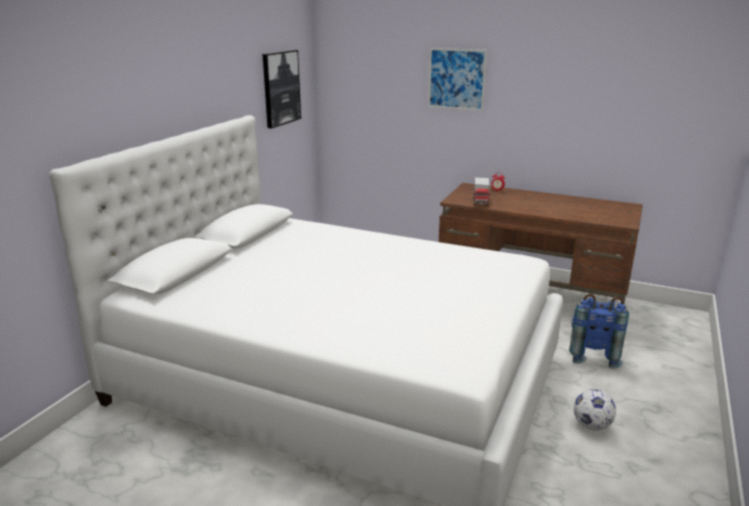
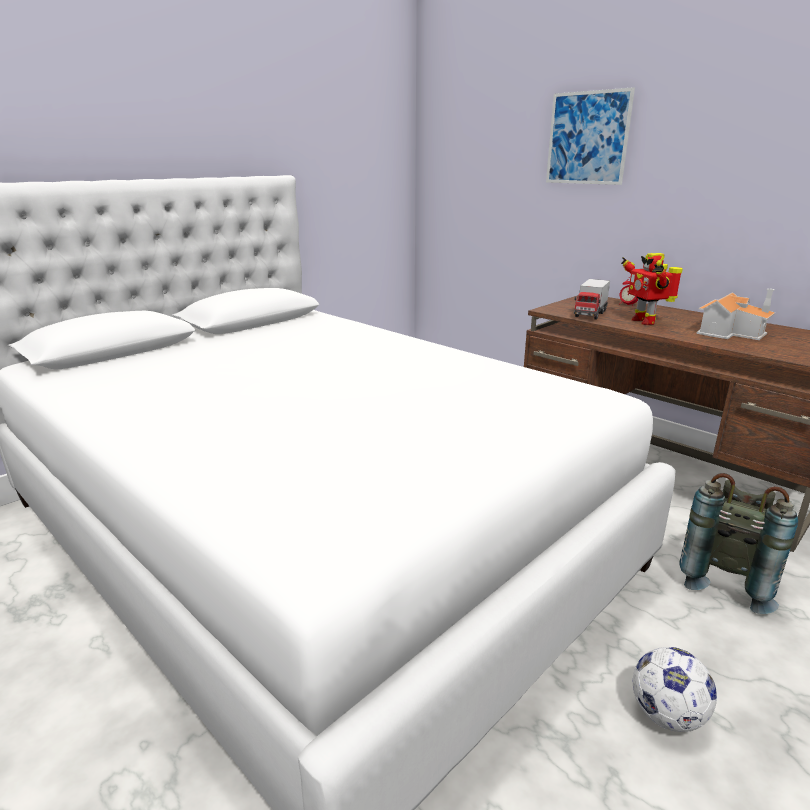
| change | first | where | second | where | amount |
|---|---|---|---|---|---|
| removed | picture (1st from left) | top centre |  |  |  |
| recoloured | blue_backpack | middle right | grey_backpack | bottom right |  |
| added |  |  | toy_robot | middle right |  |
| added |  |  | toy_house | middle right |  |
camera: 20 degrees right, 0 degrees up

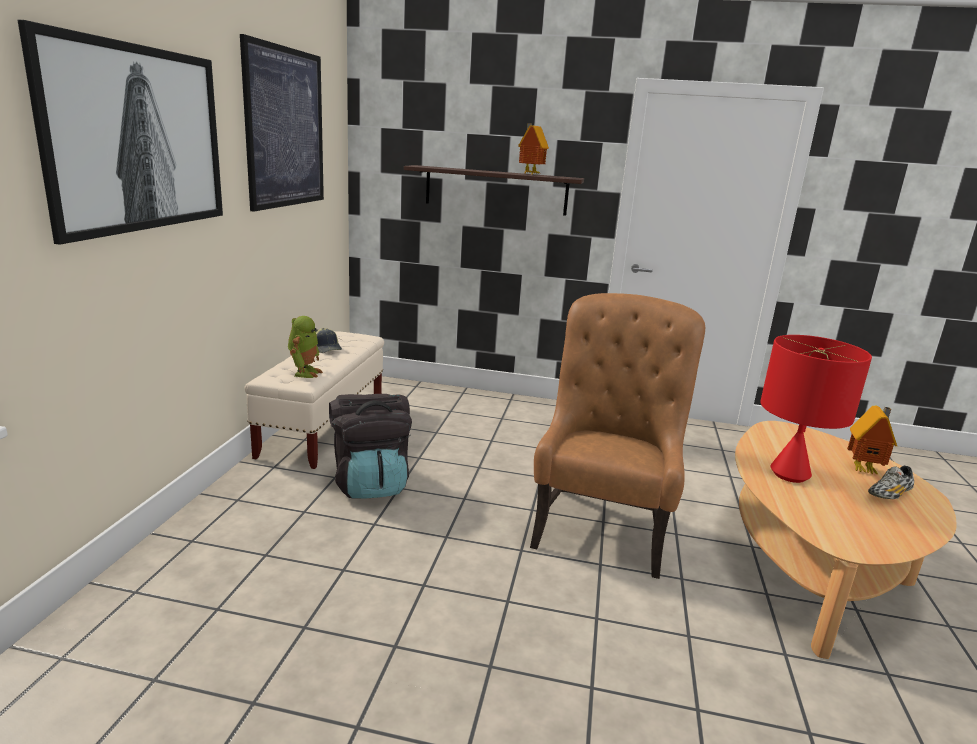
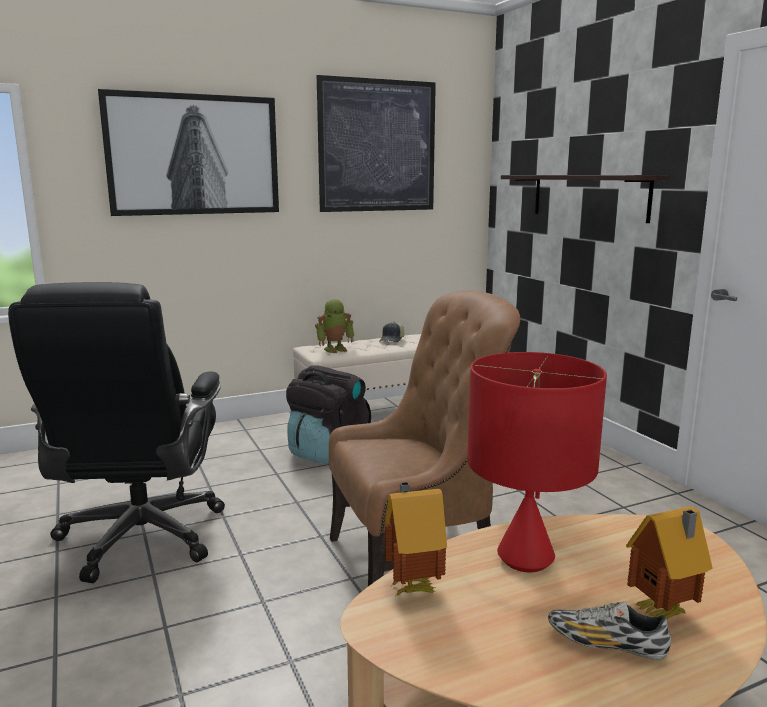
| change | first | where | second | where | amount |
|---|---|---|---|---|---|
| moved | toy_house (1st from left) | top centre |  | bottom centre |  |
| added |  |  | black_office_chair | middle left |  |
camera: 55 degrees right, 5 degrees down

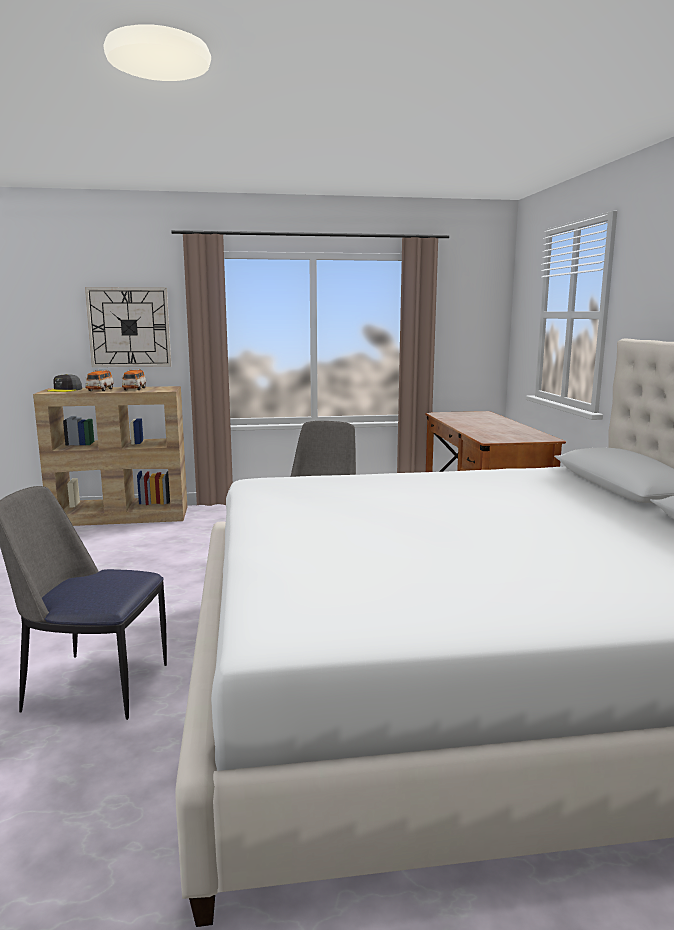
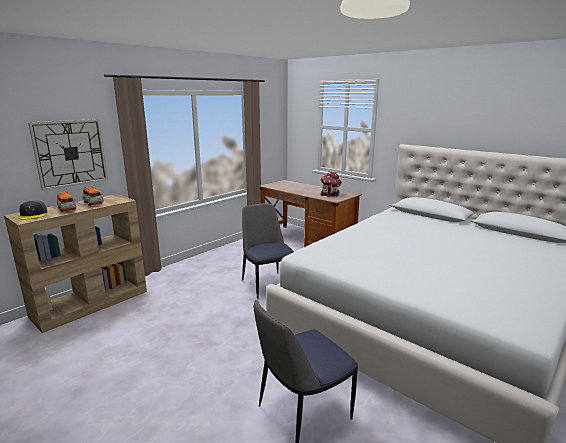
| change | first | where | second | where | amount |
|---|---|---|---|---|---|
| added |  |  | toy_house | centre |  |
camera: 40 degrees left, 5 degrees up

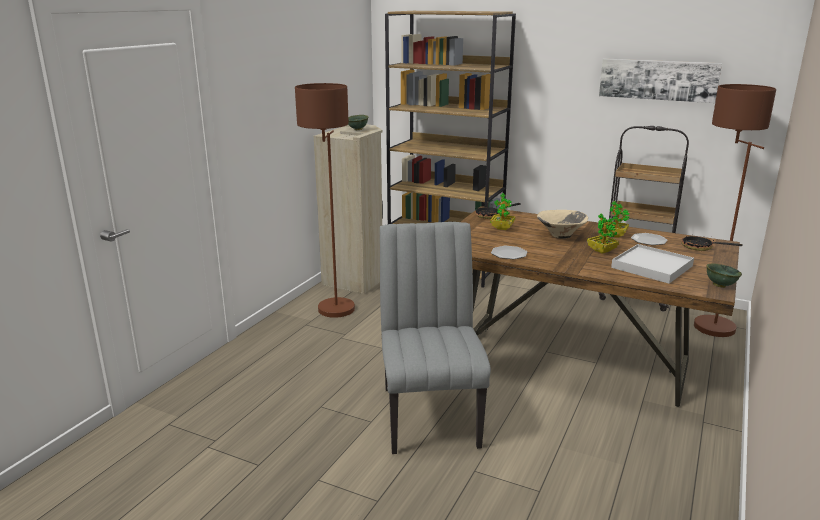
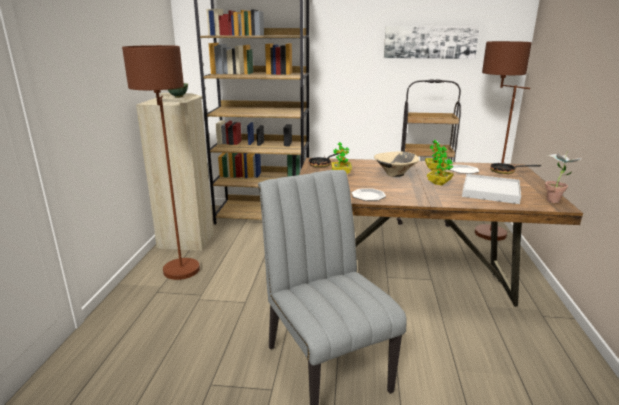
| change | first | where | second | where | amount |
|---|---|---|---|---|---|
| replaced | green_bowl (2nd from left) | middle right | potted_plant (4th from left) | middle right |  |
camera: 20 degrees left, 0 degrees up

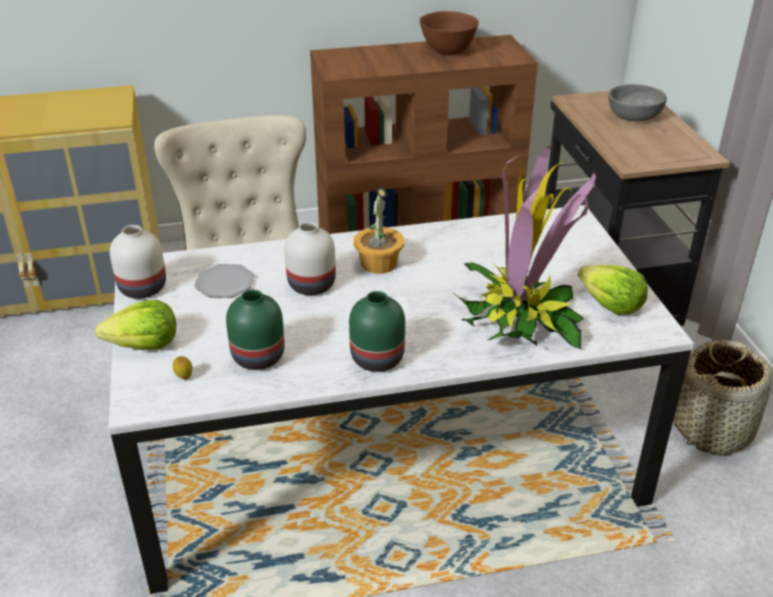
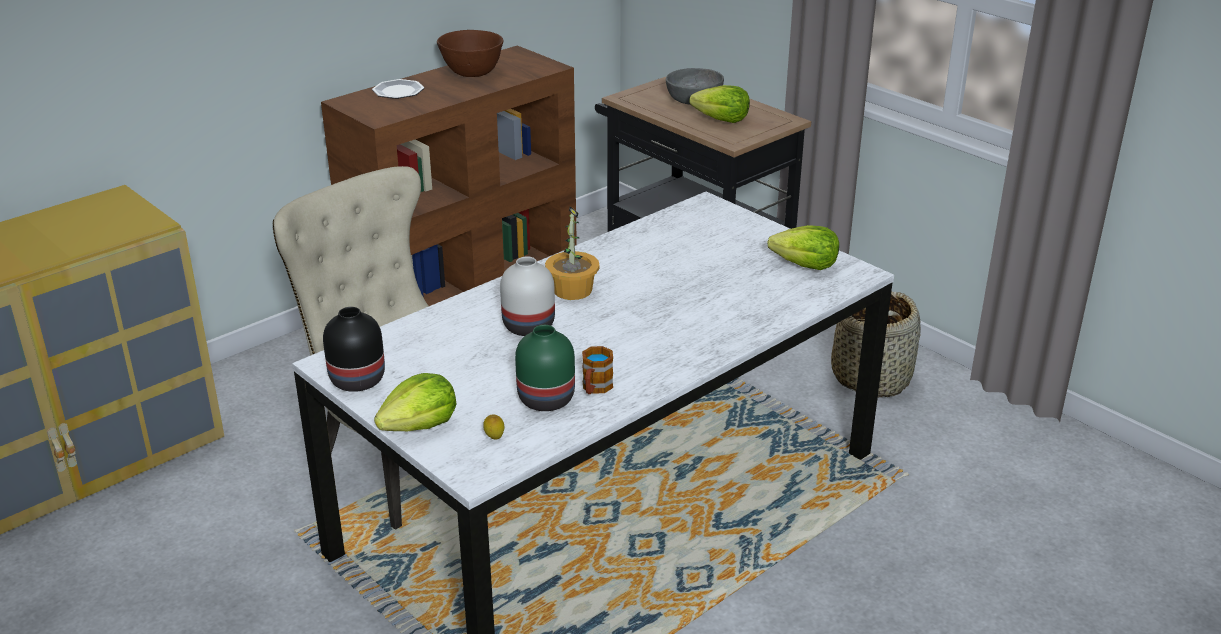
| change | first | where | second | where | amount |
|---|---|---|---|---|---|
| removed | potted_plant (2nd from left) | middle right |  |  |  |
| recoloured | white_vase (1st from left) | middle left | black_vase | middle left |  |
| moved | plate | middle left |  | top left |  |
| removed | green_vase (2nd from left) | centre |  |  |  |
| added |  |  | lettuce (2nd from left) | top centre |  |
| added |  |  | mug | centre |  |
camera: 30 degrees left, 5 degrees down

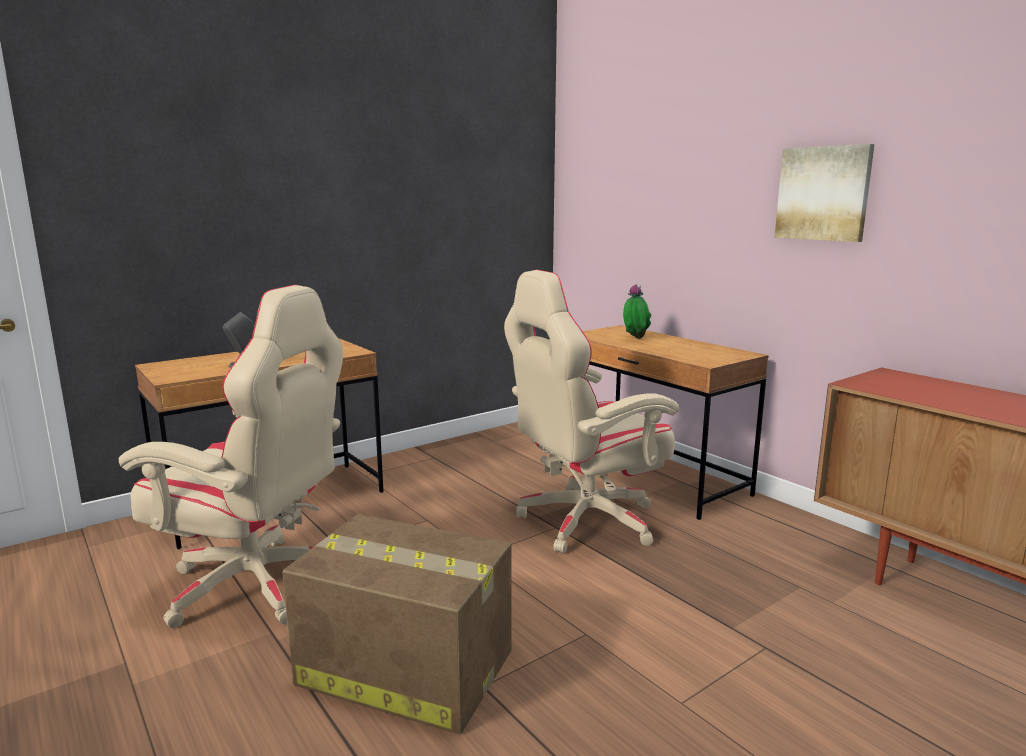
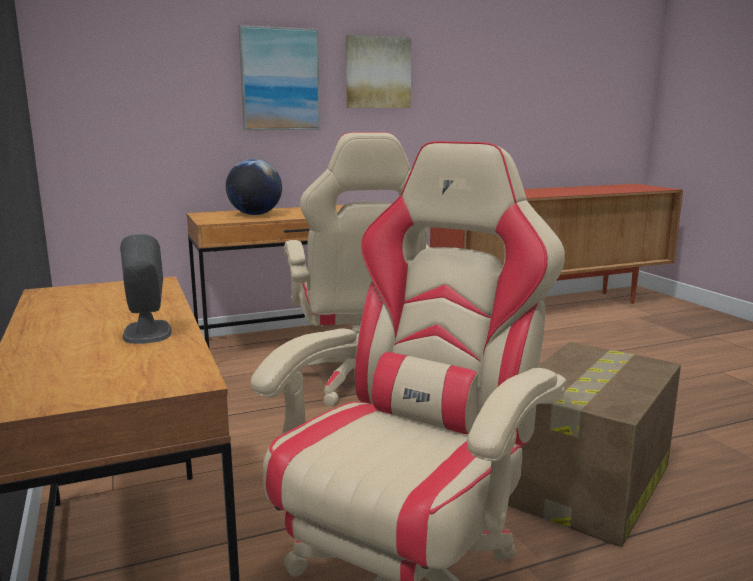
| change | first | where | second | where | amount |
|---|---|---|---|---|---|
| replaced | potted_plant | centre | globe | top centre |  |
| added |  |  | picture (1st from left) | top centre |  |
camera: 75 degrees left, 0 degrees up

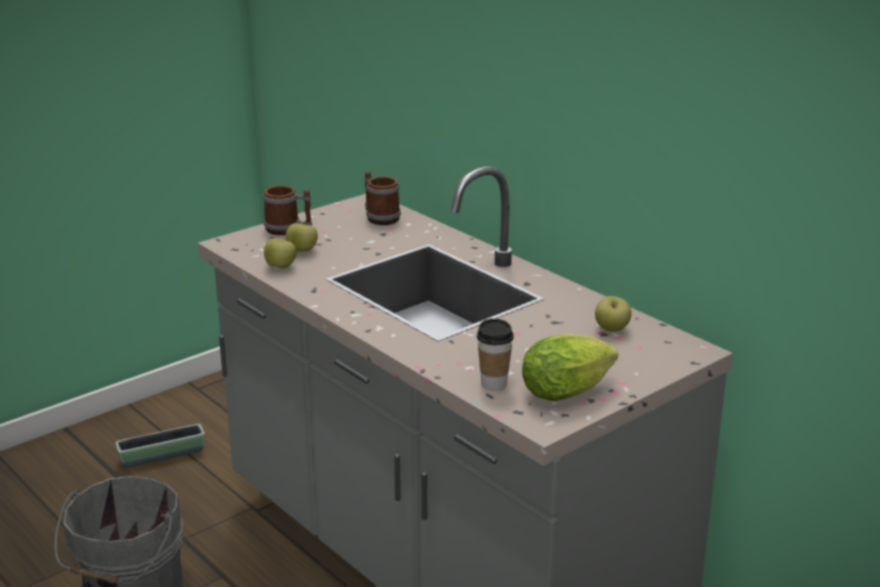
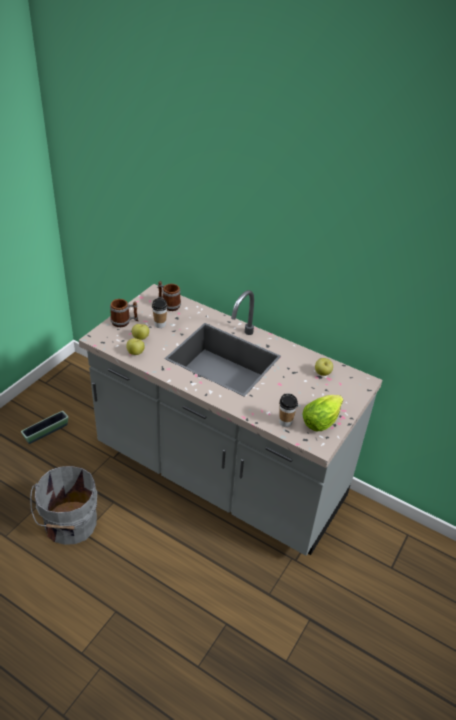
| change | first | where | second | where | amount |
|---|---|---|---|---|---|
| added |  |  | cup (1st from left) | centre |  |
camera: 20 degrees left, 15 degrees up

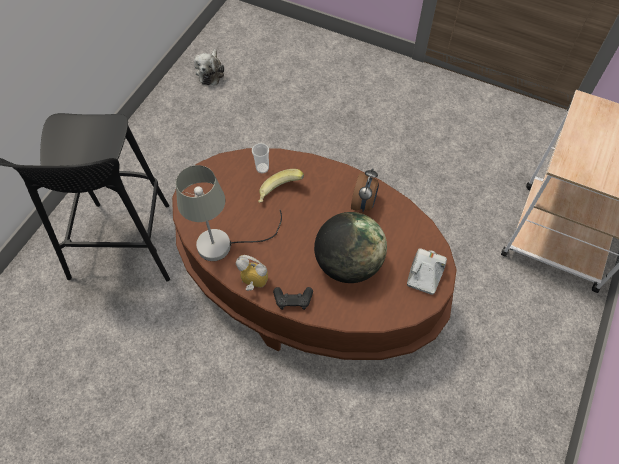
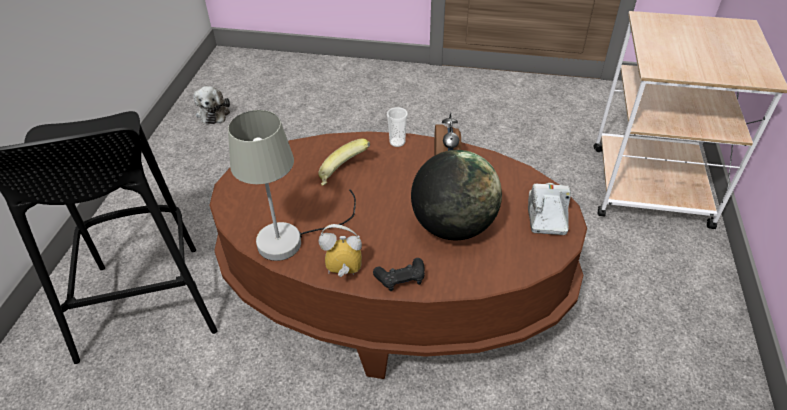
| change | first | where | second | where | amount |
|---|---|---|---|---|---|
| moved | cup | centre |  | top centre |  |
camera: 15 degrees left, 15 degrees down

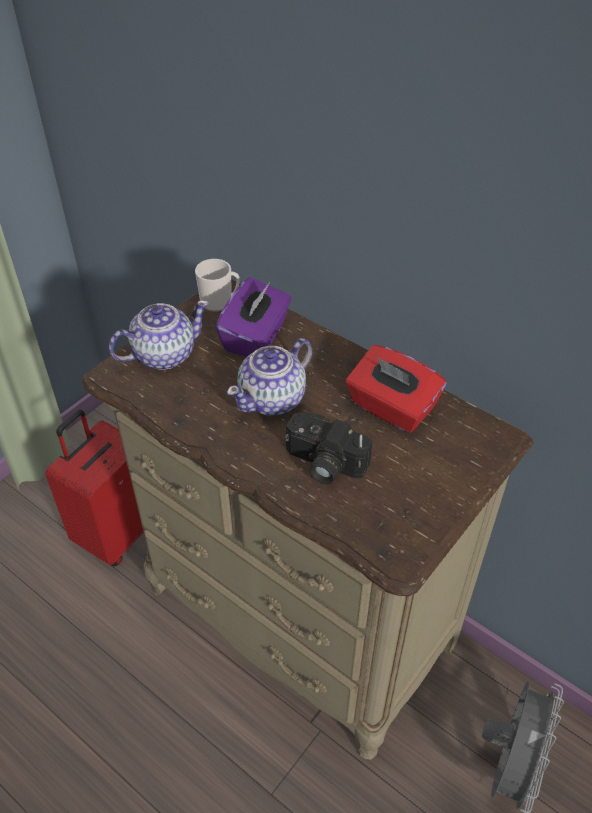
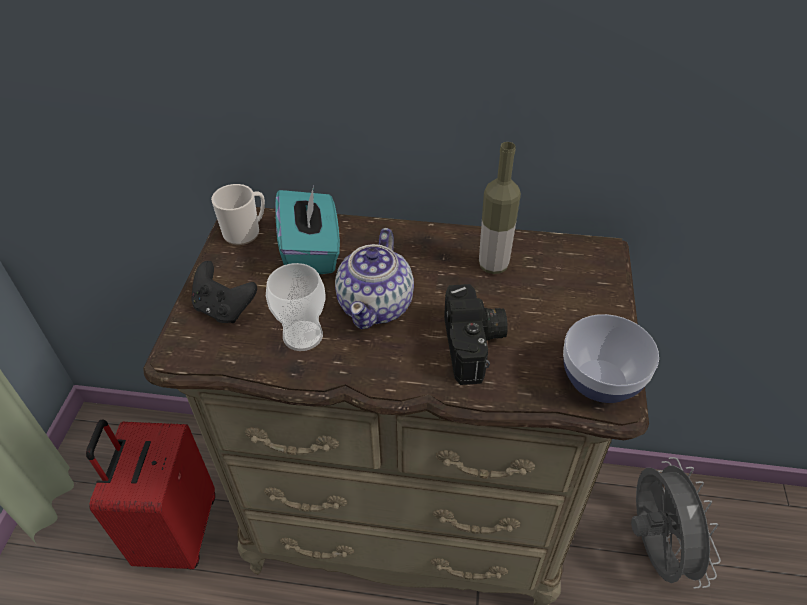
| change | first | where | second | where | amount |
|---|---|---|---|---|---|
| recoloured | purple_tissue_box | centre | turquoise_tissue_box | centre |  |
| replaced | teapot (1st from left) | middle left | black_game_controller | middle left |  |
| replaced | red_tissue_box | middle right | bottle | centre |  |
| turned | photo_camera | centre |  | centre | 90 degrees counterclockwise |
| added |  |  | cup | centre |  |
| added |  |  | bowl | middle right |  |
camera: 30 degrees left, 0 degrees up

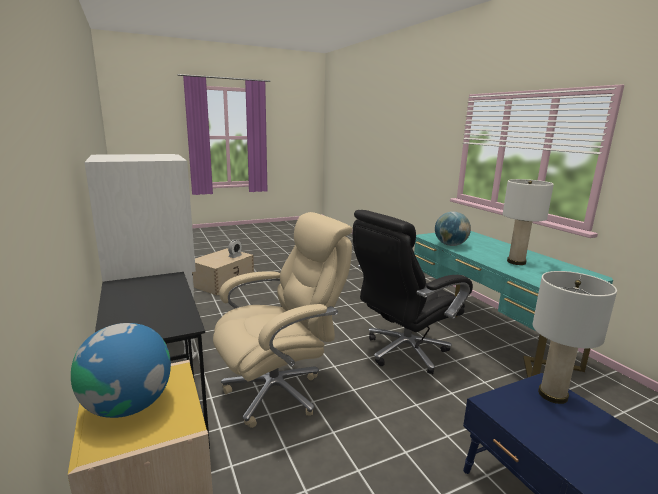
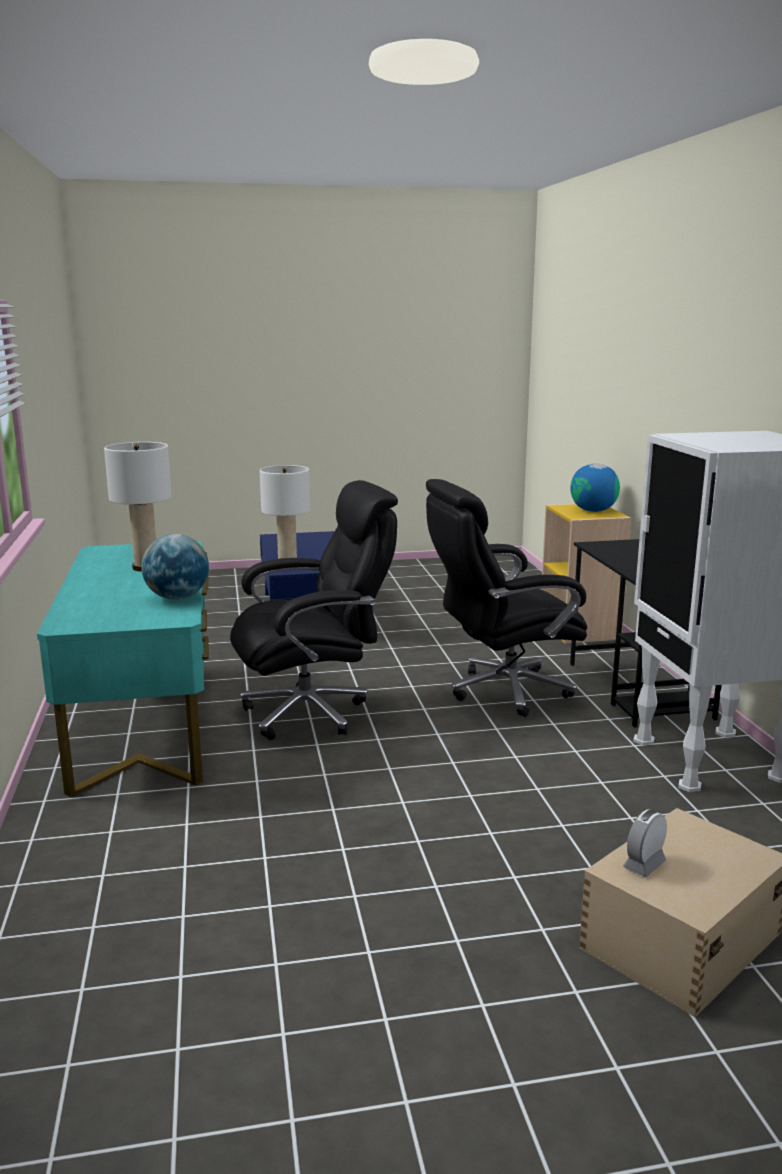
| change | first | where | second | where | amount |
|---|---|---|---|---|---|
| recoloured | beige_office_chair | centre | black_office_chair (2nd from left) | centre |  |
camera: 165 degrees left, 0 degrees up

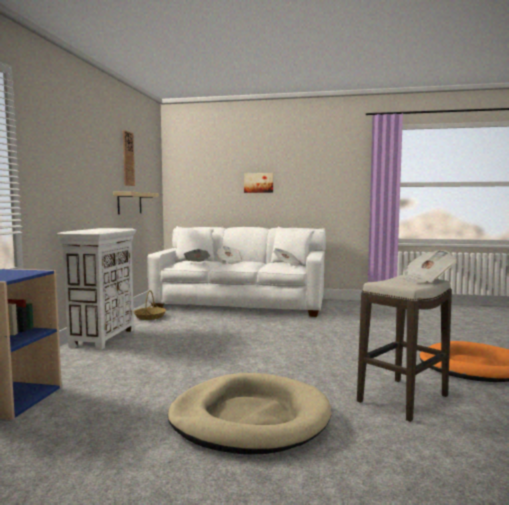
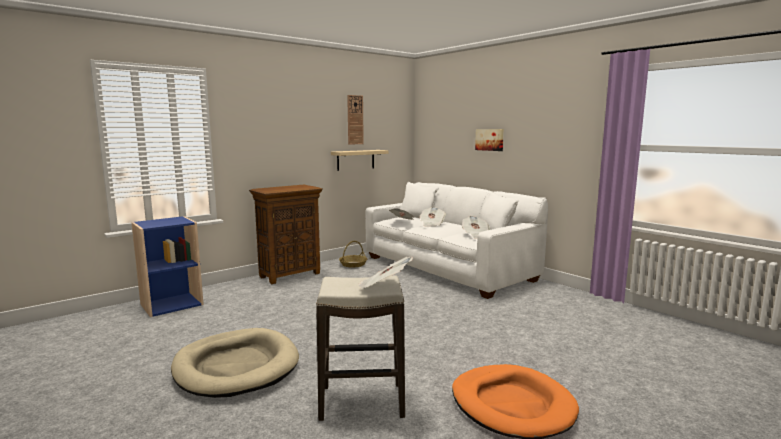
| change | first | where | second | where | amount |
|---|---|---|---|---|---|
| recoloured | white_cabinet | middle left | brown_cabinet | centre |  |
camera: 40 degrees right, 5 degrees up

